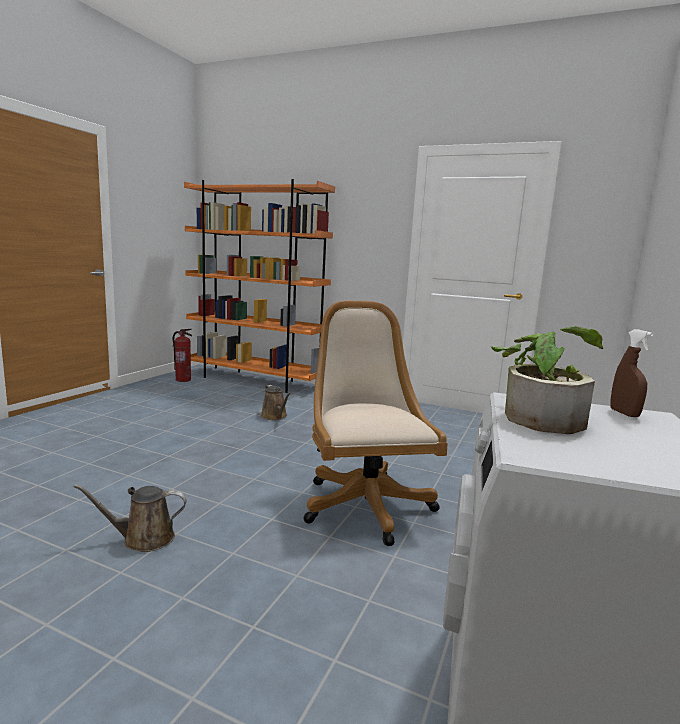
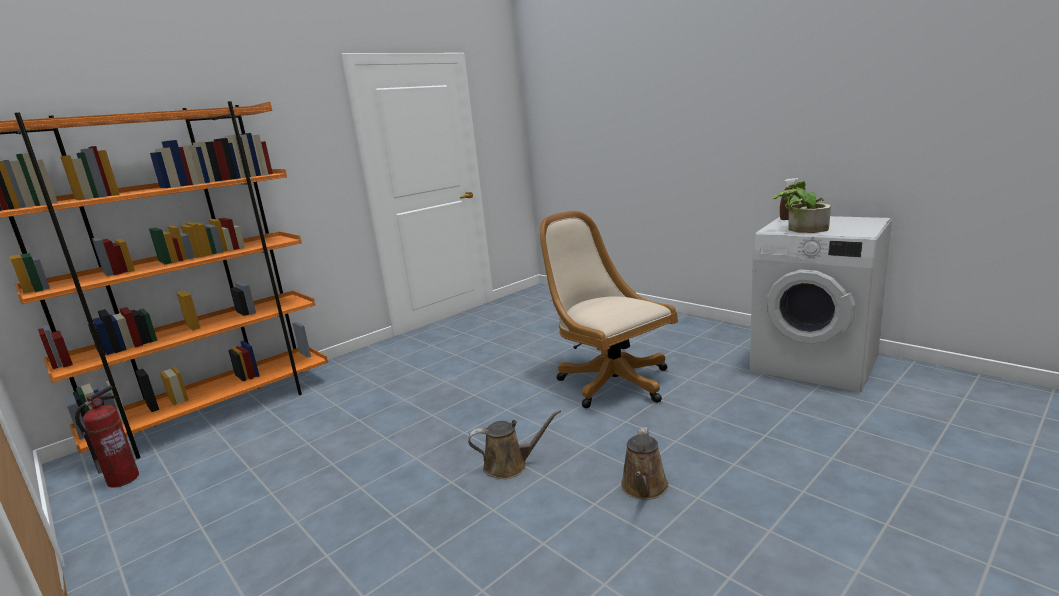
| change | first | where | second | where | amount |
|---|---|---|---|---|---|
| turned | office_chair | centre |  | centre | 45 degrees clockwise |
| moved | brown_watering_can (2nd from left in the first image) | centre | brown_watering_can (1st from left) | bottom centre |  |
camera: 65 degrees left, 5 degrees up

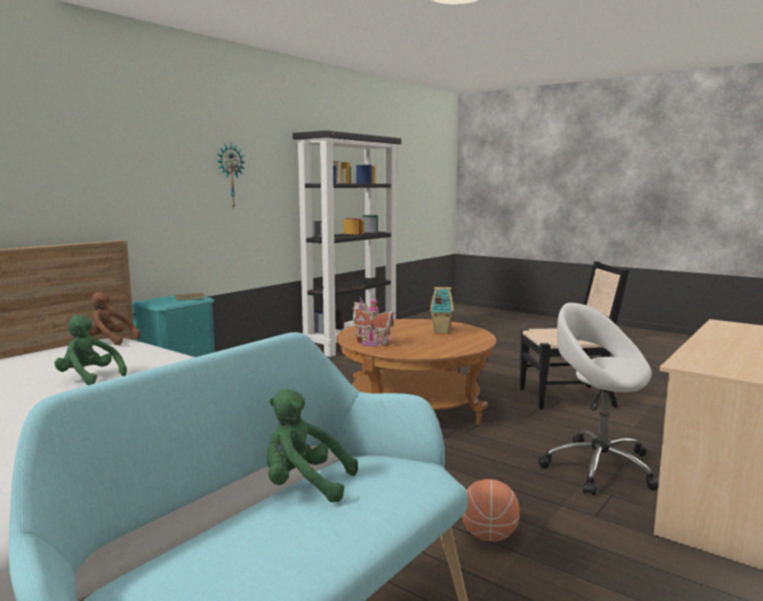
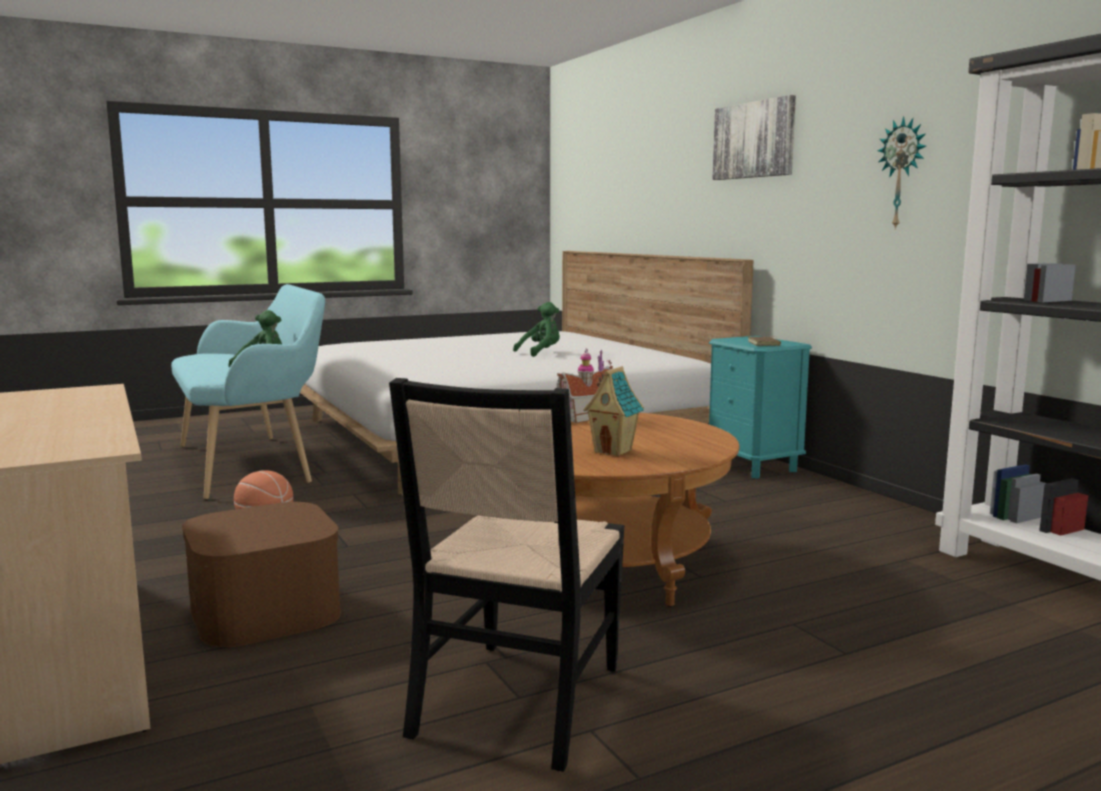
| change | first | where | second | where | amount |
|---|---|---|---|---|---|
| removed | brown_plush_toy | middle left |  |  |  |
| replaced | white_office_chair | middle right | brown_storage_box | bottom left |  |
| added |  |  | picture | top right |  |
camera: 115 degrees right, 0 degrees up

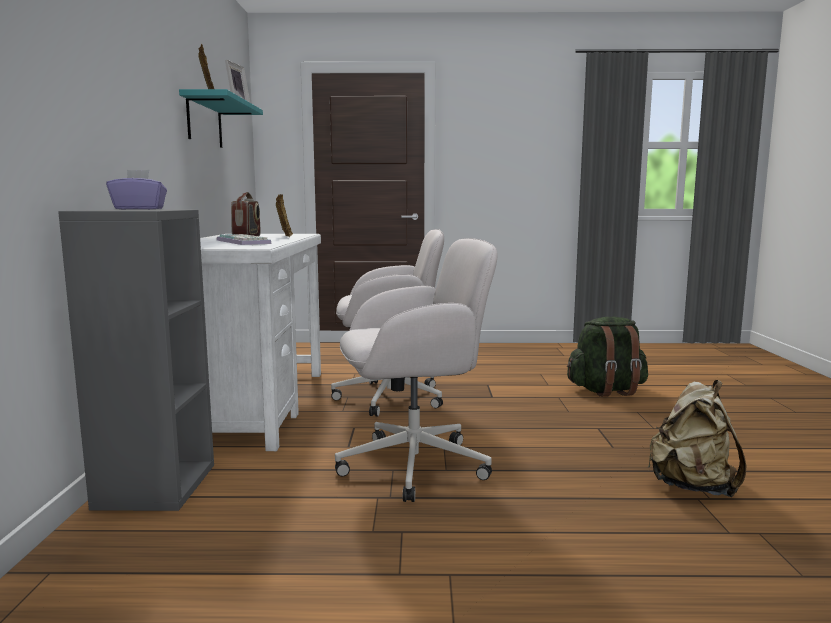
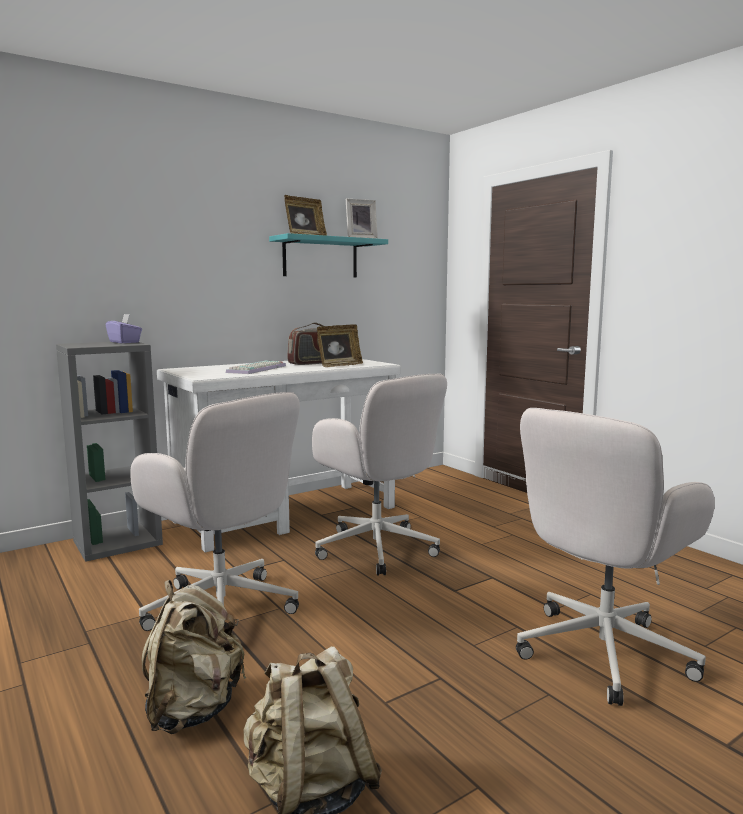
| change | first | where | second | where | amount |
|---|---|---|---|---|---|
| replaced | green_backpack | middle right | white_office_chair (3rd from left) | bottom right |  |
| added |  |  | beige_backpack (1st from left) | bottom left |  |
camera: 55 degrees right, 0 degrees up

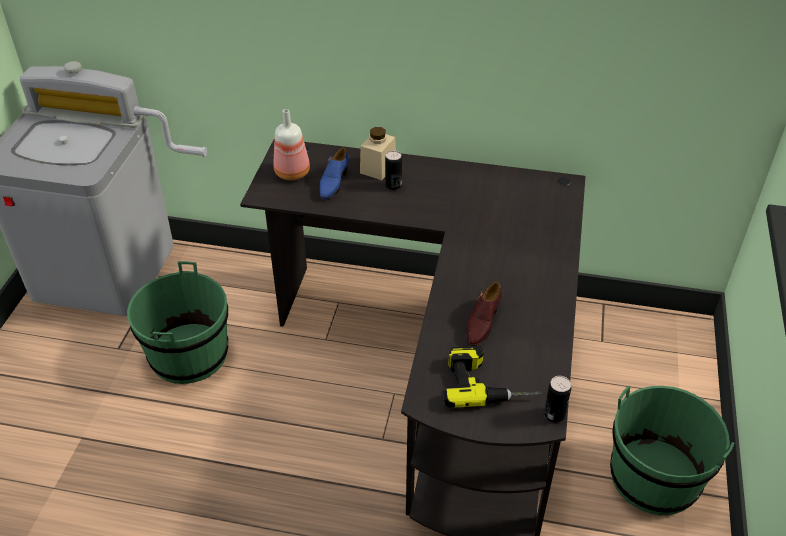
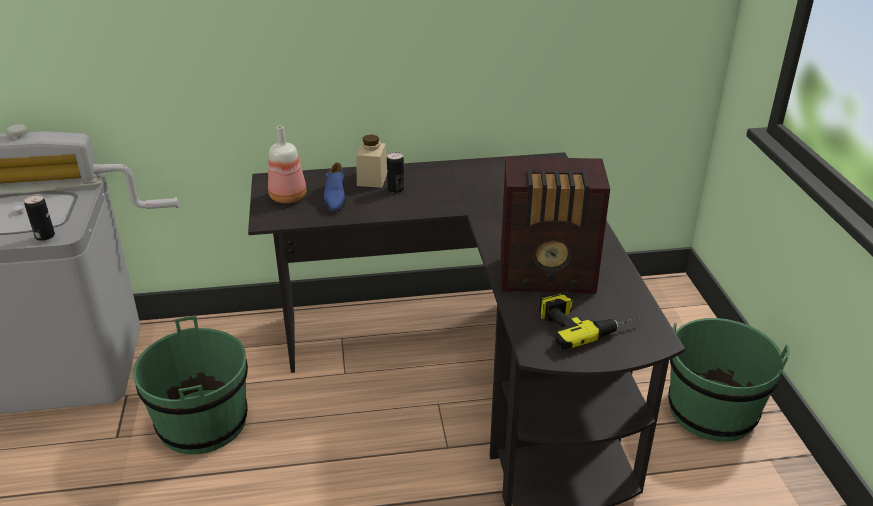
| change | first | where | second | where | amount |
|---|---|---|---|---|---|
| replaced | brown_shoe | centre | radio | centre |  |
| moved | can (2nd from left in the first image) | bottom right | can (1st from left) | middle left |  |
camera: 20 degrees left, 10 degrees down

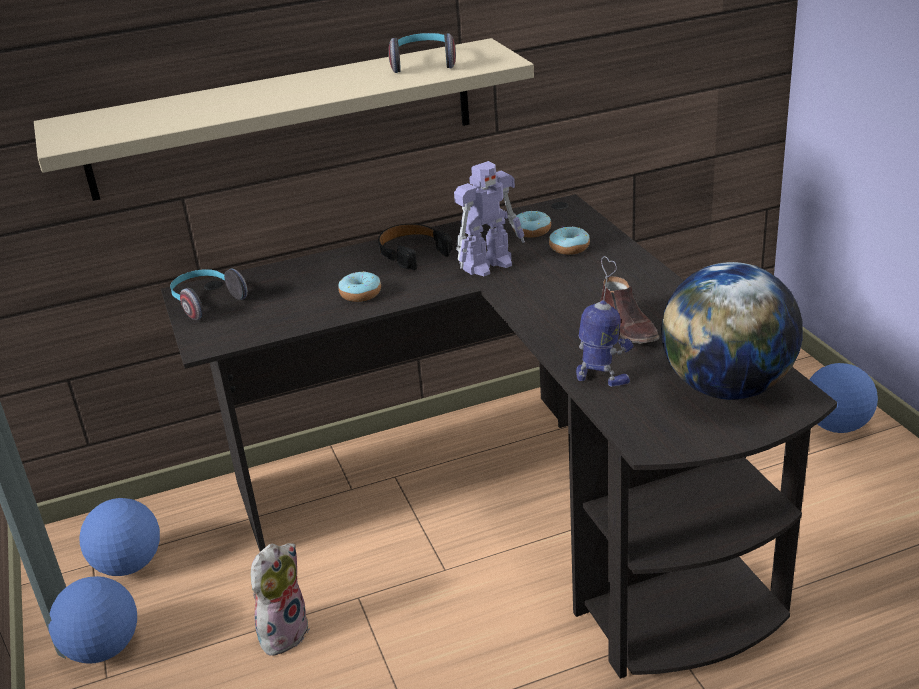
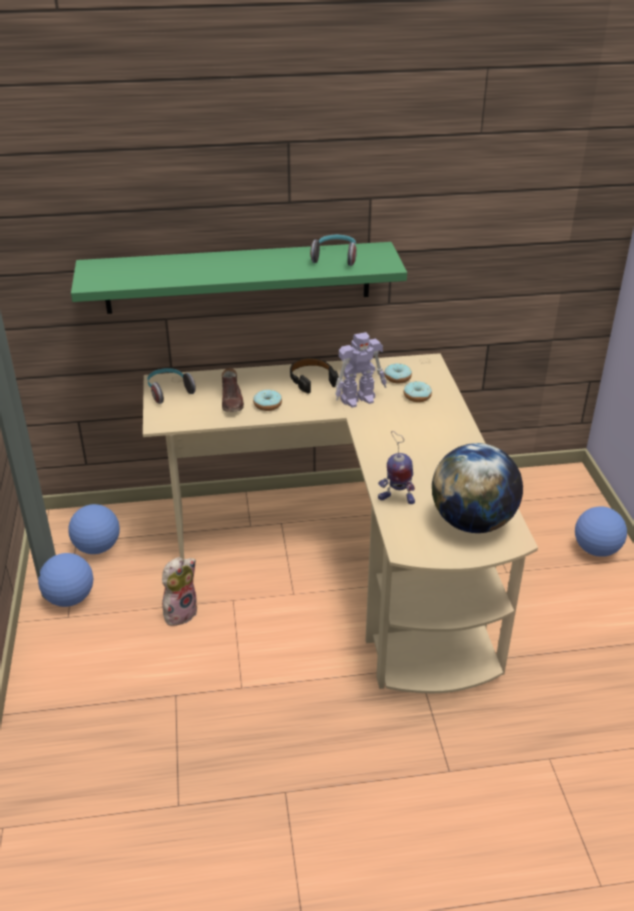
| change | first | where | second | where | amount |
|---|---|---|---|---|---|
| recoloured | beige_shelf | top left | green_shelf | top centre |  |
| recoloured | black_desk | centre | beige_desk | centre |  |
| turned | toy_robot (2nd from left) | centre |  | centre | 150 degrees clockwise |
| moved | brown_shoe | middle right |  | centre |  |
camera: 10 degrees right, 5 degrees up

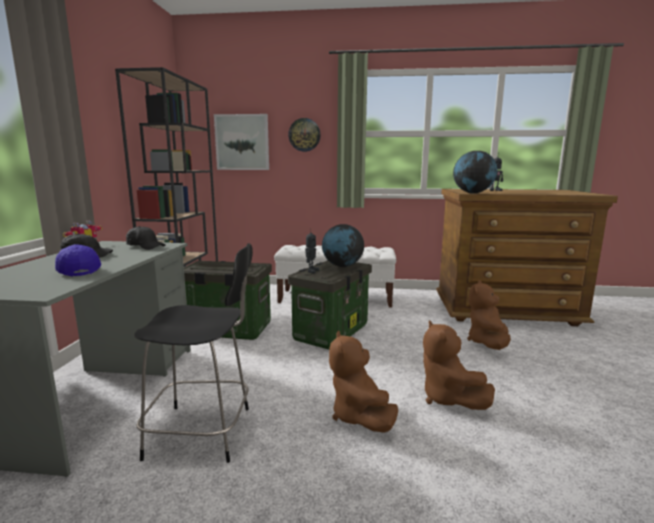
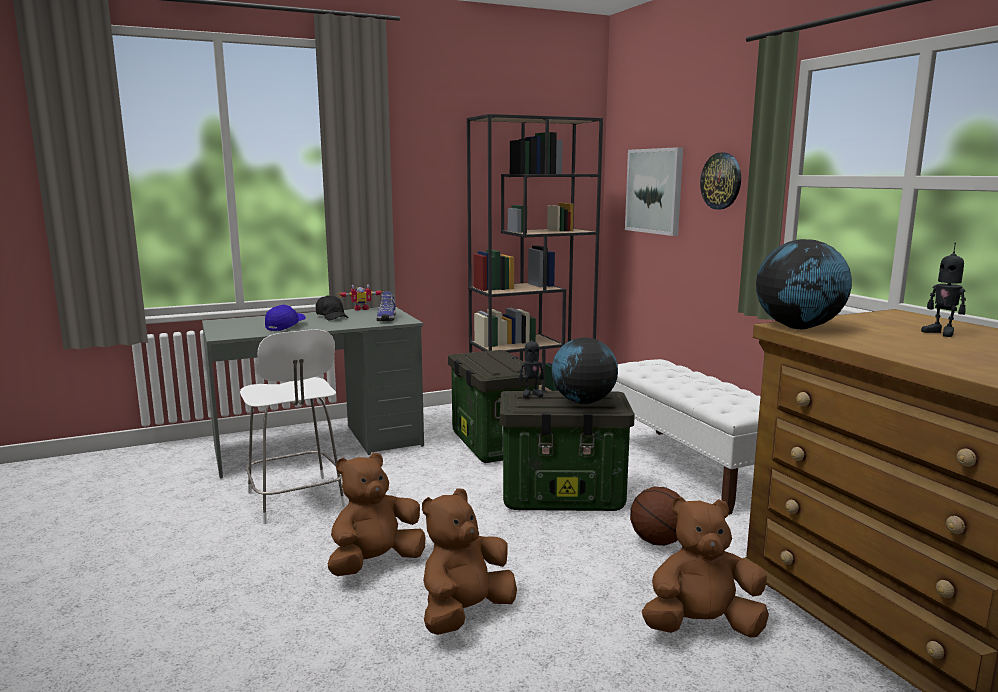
| change | first | where | second | where | amount |
|---|---|---|---|---|---|
| replaced | black_cap (2nd from left) | middle left | shoe | centre |  |
| recoloured | black_chair | bottom left | white_chair | middle left |  |
| added |  |  | basketball | bottom centre |  |
camera: 60 degrees right, 0 degrees up

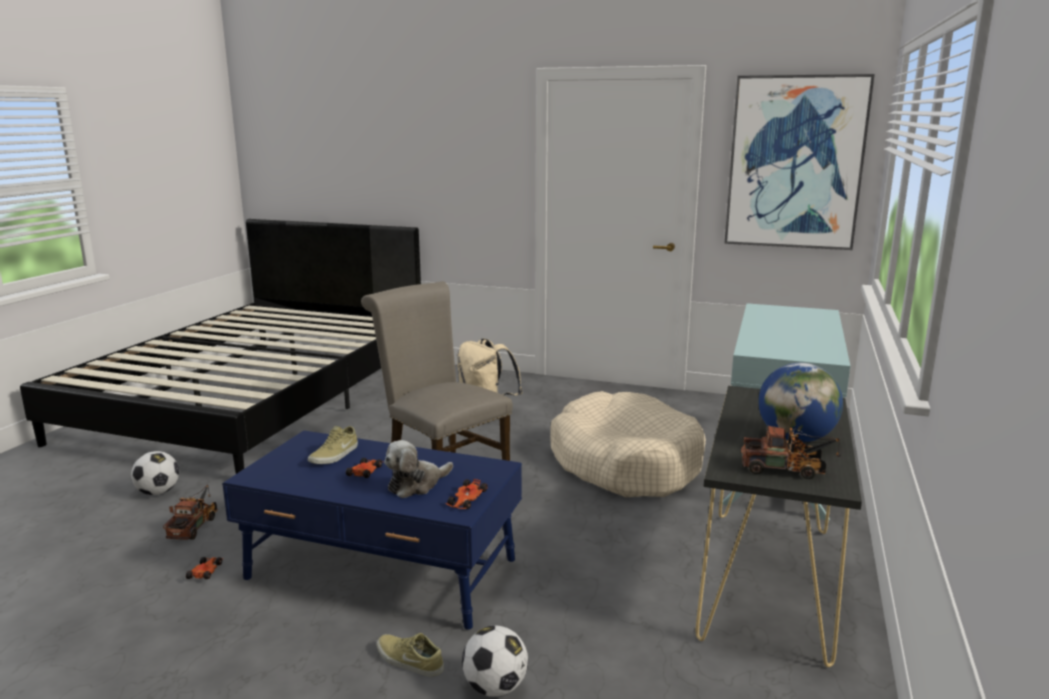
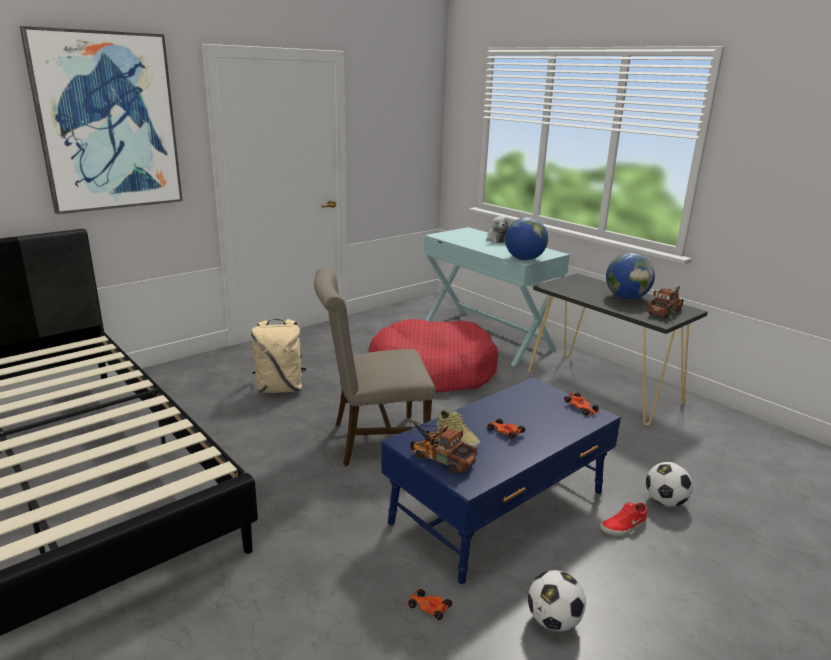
| change | first | where | second | where | amount |
|---|---|---|---|---|---|
| moved | picture | top right |  | top left |  |
| recoloured | beige_dog_bed | centre | red_dog_bed | centre |  |
| moved | plush_toy | bottom centre |  | centre |  |
| moved | football (1st from left) | bottom left |  | bottom right |  |
| moved | toy_truck (1st from left) | bottom left |  | bottom centre |  |
| recoloured | beige_shoe (2nd from left) | bottom centre | red_shoe | bottom right |  |
| added |  |  | globe (1st from left) | centre |  |
camera: 60 degrees left, 5 degrees up

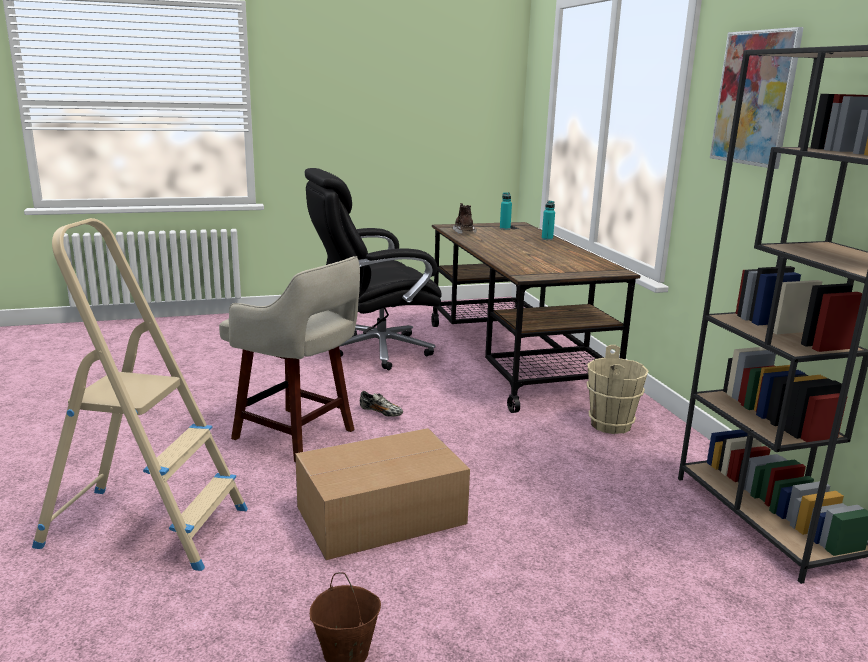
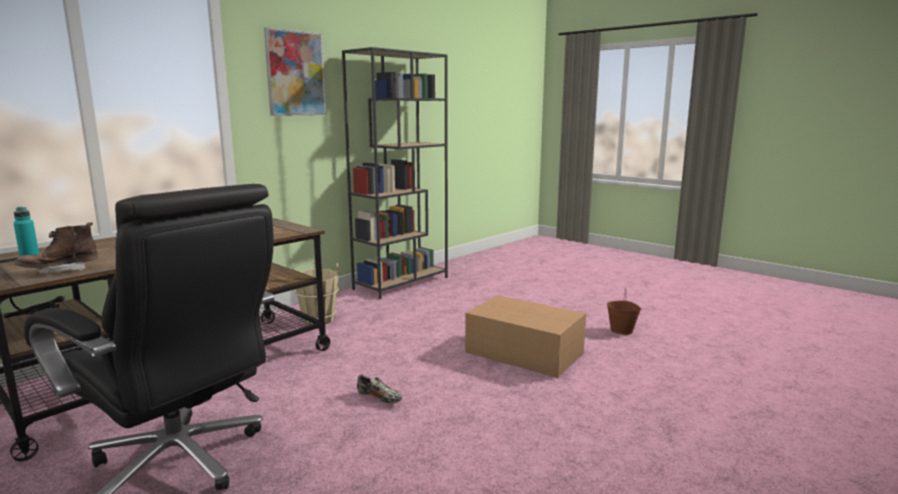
| change | first | where | second | where | amount |
|---|---|---|---|---|---|
| removed | turquoise_bottle (2nd from left) | top centre |  |  |  |
| removed | beige_step_ladder | middle left |  |  |  |
| removed | beige_stool | middle left |  |  |  |
| turned | shoe | centre |  | bottom centre | 120 degrees clockwise |
camera: 120 degrees left, 5 degrees down

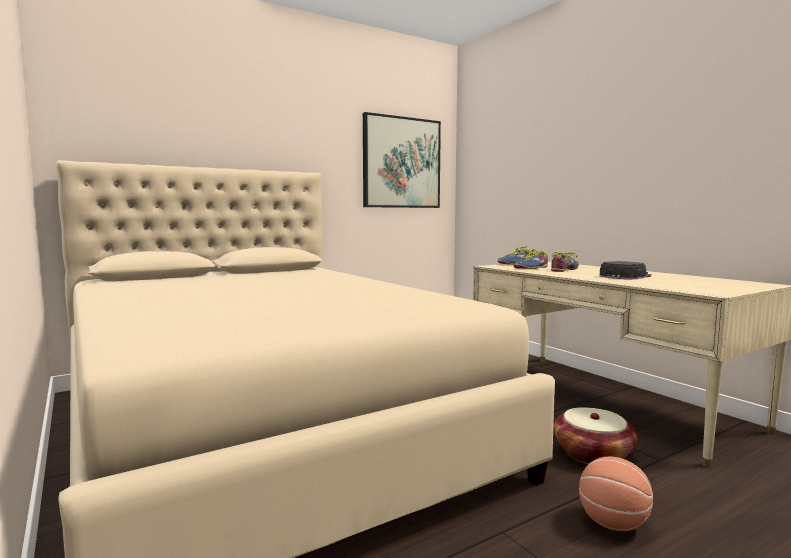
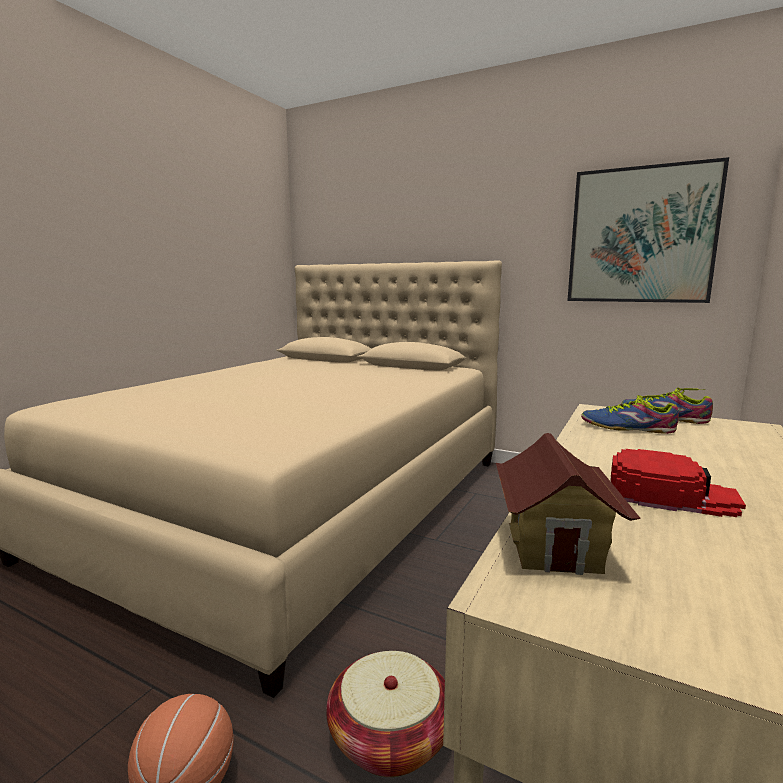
| change | first | where | second | where | amount |
|---|---|---|---|---|---|
| removed | shoe (3rd from left) | middle right |  |  |  |
| recoloured | black_cap | middle right | red_cap | middle right |  |
| added |  |  | toy_house | middle right |  |
camera: 60 degrees right, 5 degrees up

